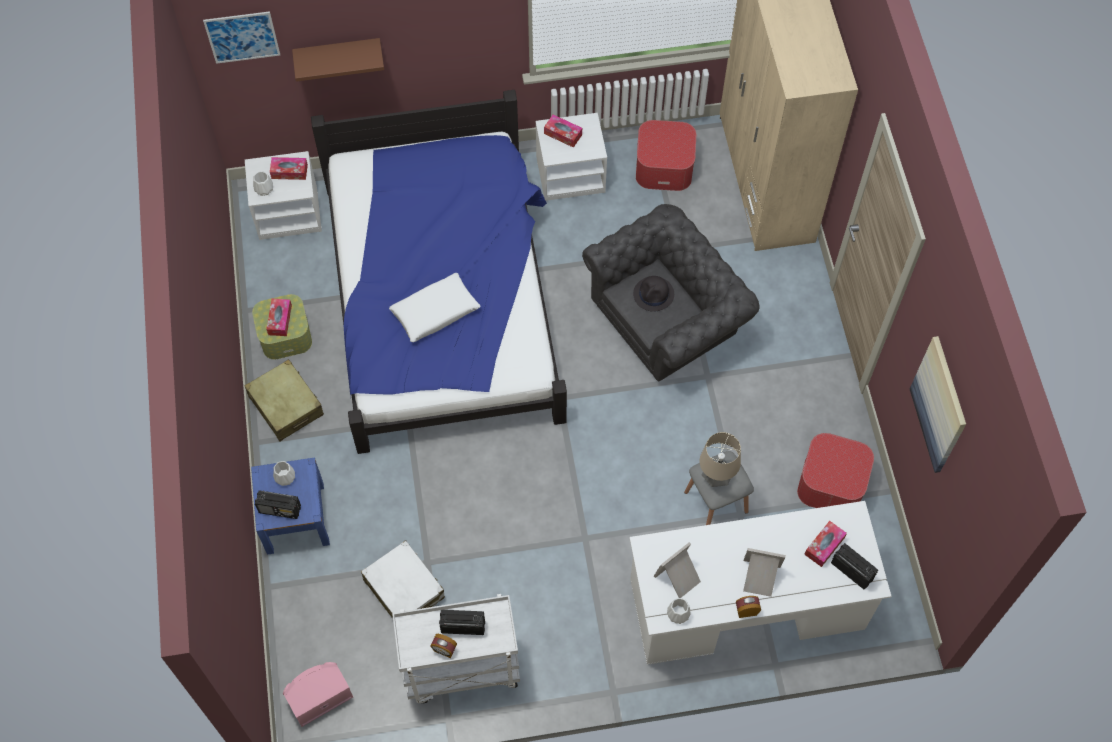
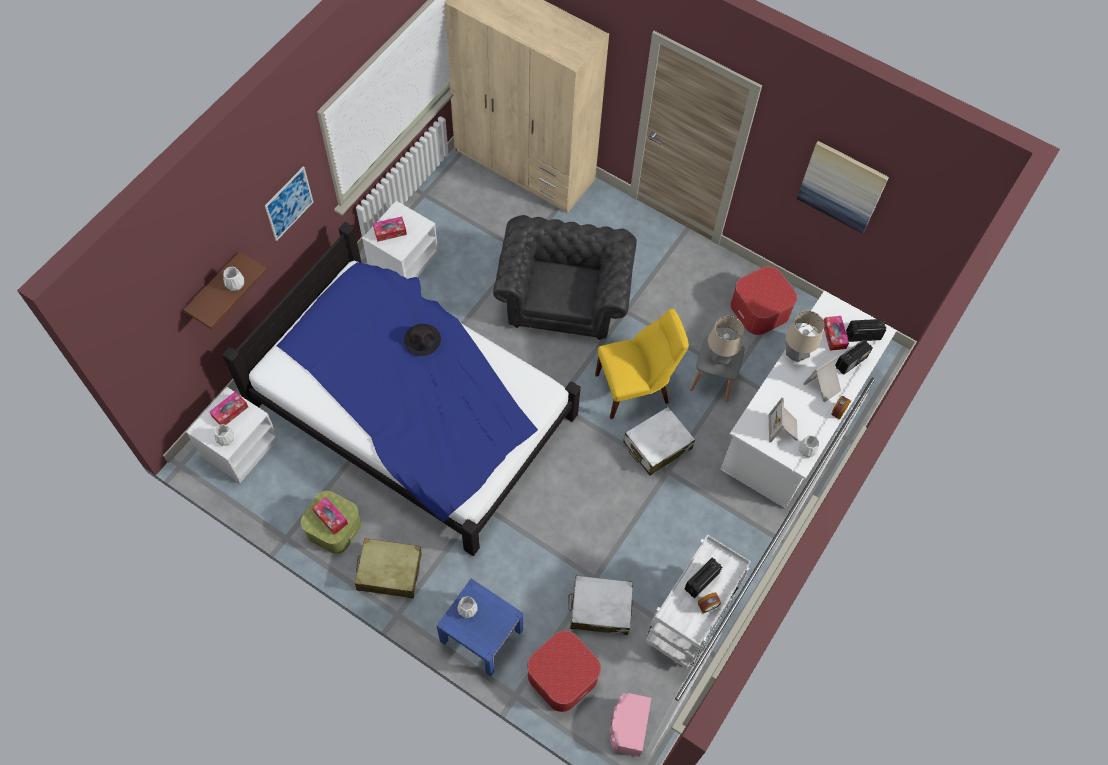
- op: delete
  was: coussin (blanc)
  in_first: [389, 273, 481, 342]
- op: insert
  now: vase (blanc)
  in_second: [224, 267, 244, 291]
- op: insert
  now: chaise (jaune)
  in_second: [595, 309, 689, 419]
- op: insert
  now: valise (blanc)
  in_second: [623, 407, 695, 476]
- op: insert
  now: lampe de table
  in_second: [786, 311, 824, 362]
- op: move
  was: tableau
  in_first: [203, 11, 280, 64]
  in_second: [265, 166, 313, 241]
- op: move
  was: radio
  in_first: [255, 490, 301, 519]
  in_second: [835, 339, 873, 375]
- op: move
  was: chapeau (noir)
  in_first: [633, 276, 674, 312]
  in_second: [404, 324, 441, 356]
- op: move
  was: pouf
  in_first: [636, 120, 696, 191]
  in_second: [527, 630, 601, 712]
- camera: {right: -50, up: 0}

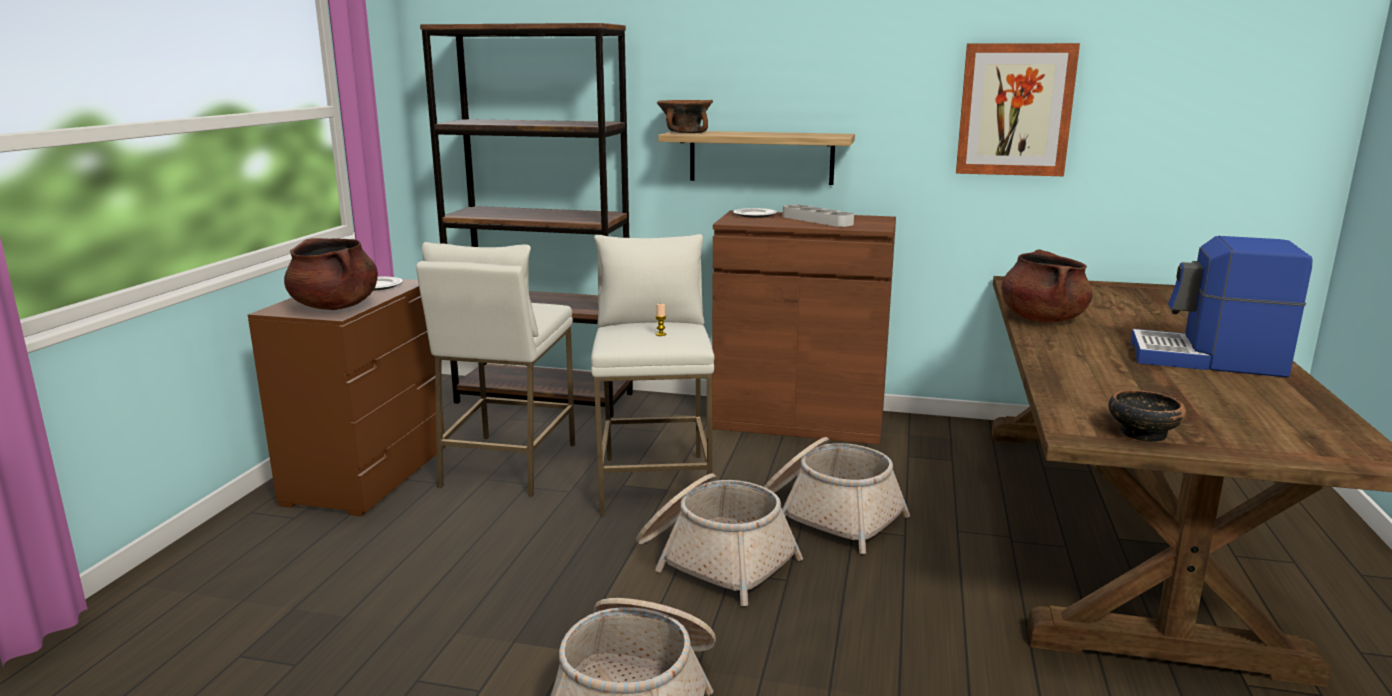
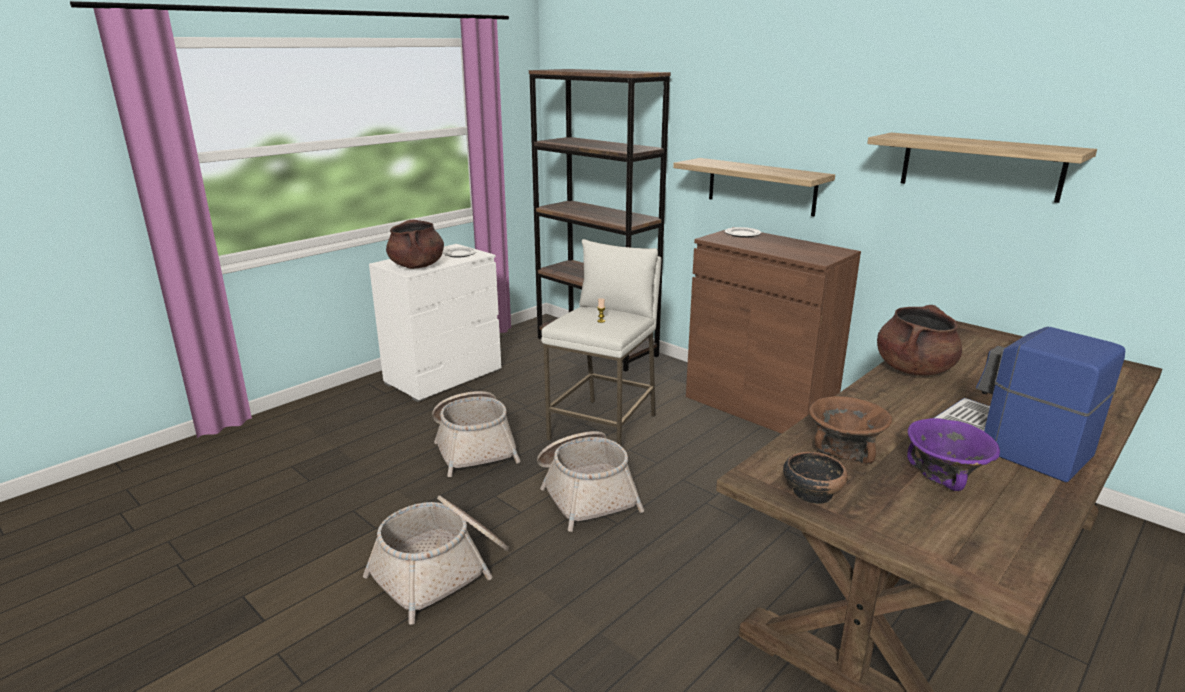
- op: delete
  was: tabouret (blanc)
  in_first: [416, 242, 575, 496]
- op: delete
  was: plateau (gris)
  in_first: [783, 204, 854, 227]
- op: insert
  now: bol (violet)
  in_second: [907, 418, 1000, 491]
- op: move
  was: bol (marron)
  in_first: [657, 100, 713, 133]
  in_second: [809, 396, 893, 464]
- op: move
  was: panier
  in_first: [764, 437, 910, 554]
  in_second: [432, 391, 521, 477]
- op: replace
  was: tableau
  now: étagère
  in_first: [956, 43, 1080, 176]
  in_second: [867, 133, 1097, 203]
- op: recolor
  was: commode (marron)
  now: commode (blanc)
  in_first: [248, 279, 446, 516]
  in_second: [369, 244, 501, 402]
- camera: {right: 30, up: 5}

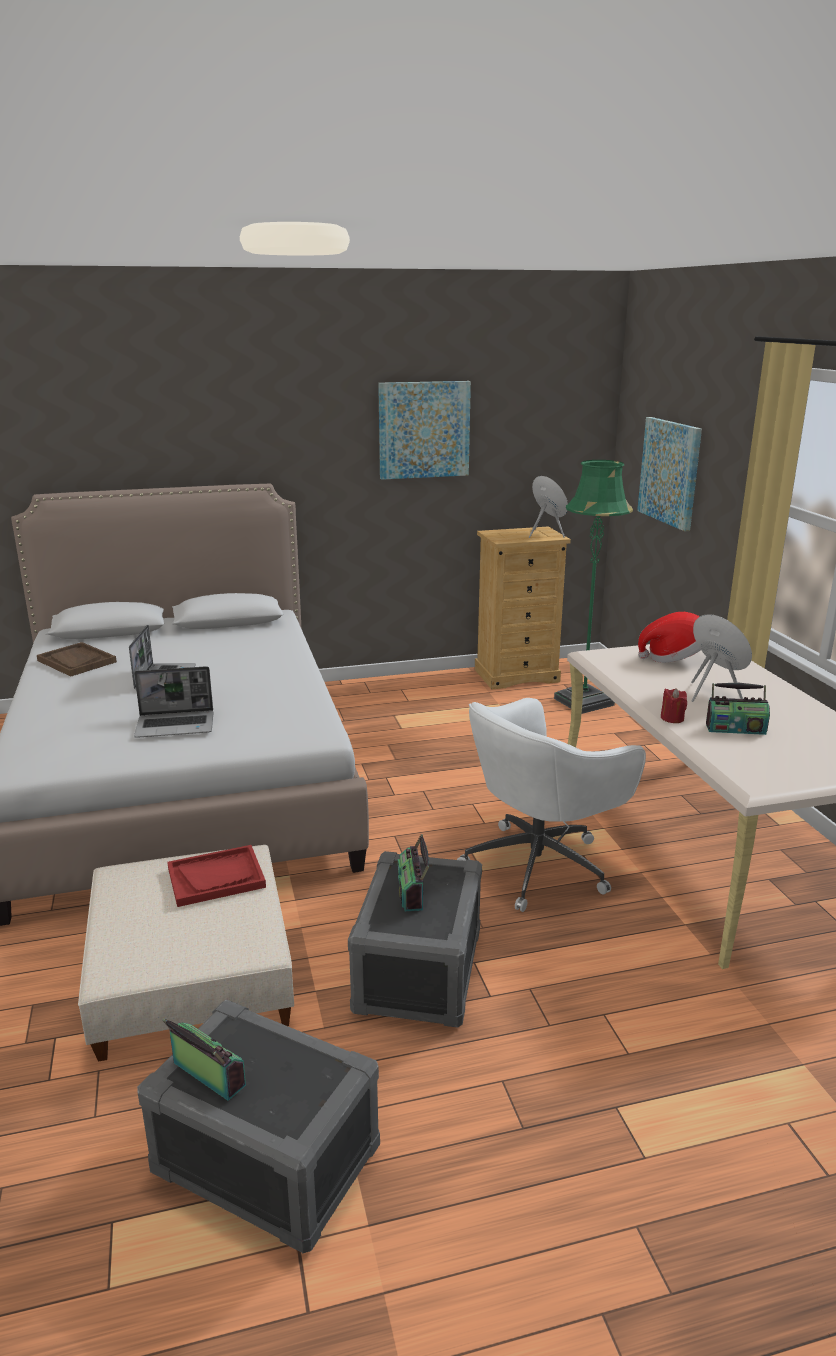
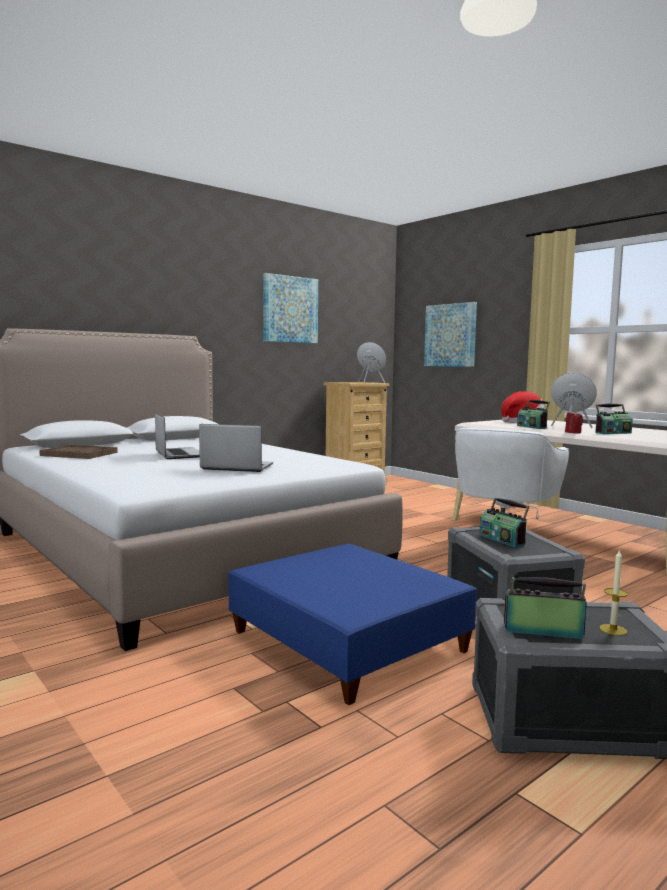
- op: delete
  was: plateau (rouge)
  in_first: [167, 845, 266, 907]
- op: delete
  was: lampadaire (vert)
  in_first: [554, 460, 633, 714]
- op: insert
  now: radio
  in_second: [517, 400, 550, 429]
- op: insert
  now: bougie
  in_second: [599, 549, 628, 636]
- op: recolor
  was: pouf (beige)
  now: pouf (bleu)
  in_first: [78, 845, 294, 1062]
  in_second: [228, 544, 477, 705]
- op: rotate
  was: ordinateur portable
  in_first: [134, 666, 213, 738]
  in_second: [199, 424, 273, 472]
  clockwise: -135
- camera: {right: -25, up: -15}

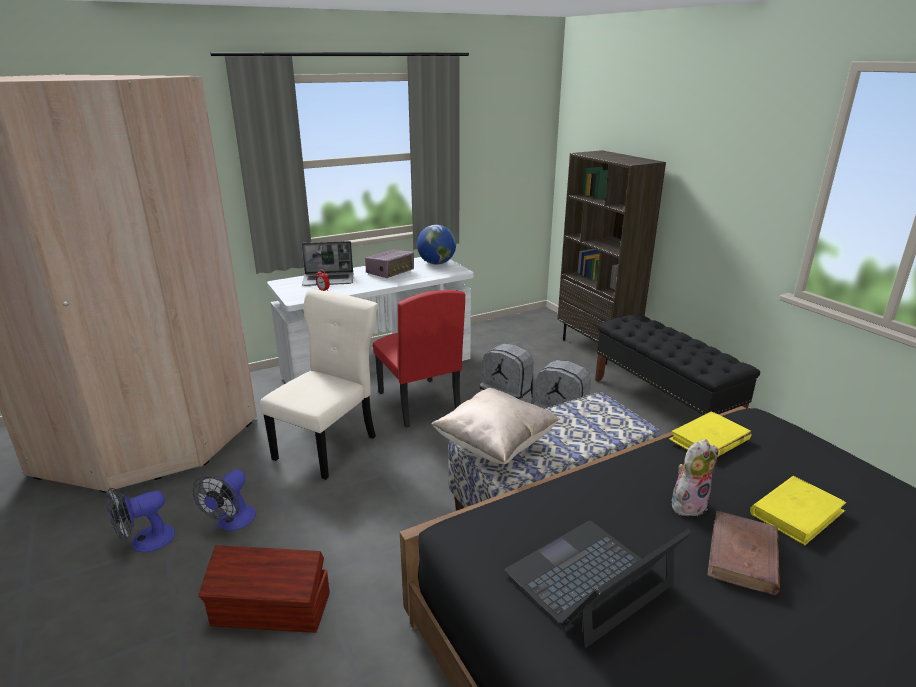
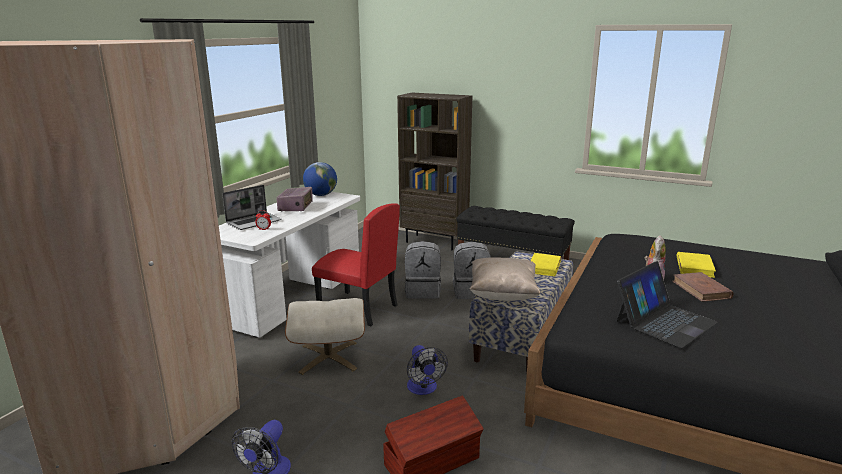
- op: move
  was: ventilateur
  in_first: [193, 469, 256, 531]
  in_second: [407, 345, 448, 395]
- op: move
  was: livre (jaune)
  in_first: [669, 411, 751, 456]
  in_second: [531, 253, 562, 276]
- op: replace
  was: chaise (beige)
  now: pouf (beige)
  in_first: [260, 289, 378, 480]
  in_second: [285, 298, 365, 375]
- op: rotate
  was: ordinateur portable
  in_first: [505, 521, 692, 648]
  in_second: [616, 261, 718, 348]
  clockwise: -150
- camera: {right: -35, up: -5}

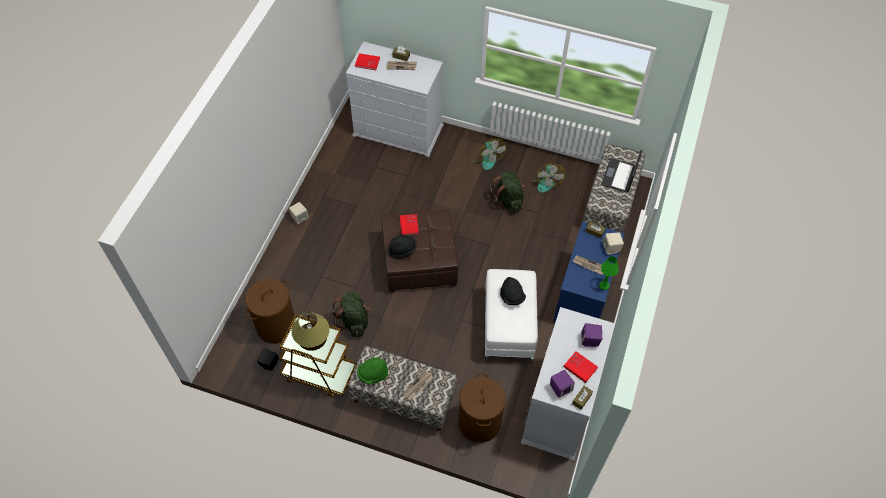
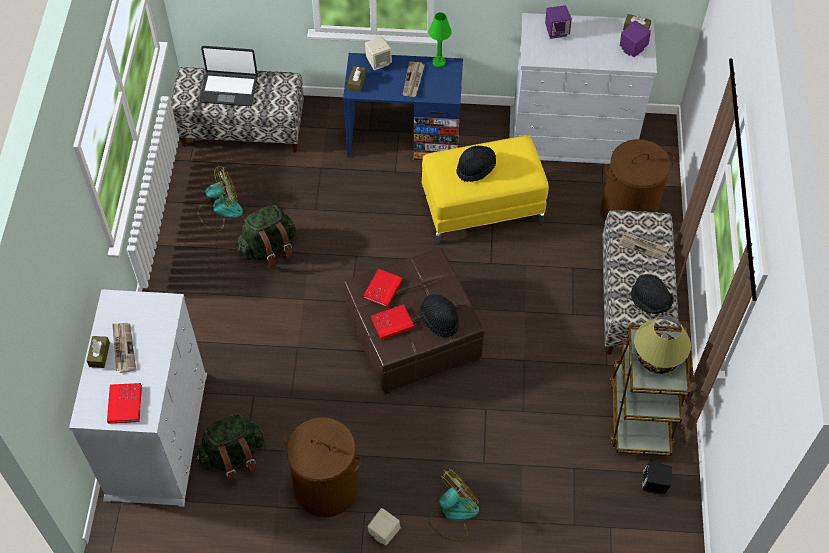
- op: move
  was: panier à linge (marron)
  in_first: [245, 279, 295, 344]
  in_second: [283, 417, 361, 517]
- op: move
  was: sac à dos (vert)
  in_first: [332, 292, 371, 337]
  in_second: [196, 415, 265, 481]
- op: move
  was: ventilateur
  in_first: [470, 138, 506, 170]
  in_second: [429, 469, 479, 542]
- op: move
  was: livre (rouge)
  in_first: [564, 351, 598, 383]
  in_second: [363, 269, 402, 308]
- op: recolor
  was: chapeau (vert)
  now: chapeau (noir)
  in_first: [357, 358, 388, 384]
  in_second: [631, 274, 674, 314]
- op: recolor
  was: pouf (blanc)
  now: pouf (jaune)
  in_first: [485, 269, 538, 364]
  in_second: [421, 136, 549, 244]
- camera: {right: -105, up: 0}

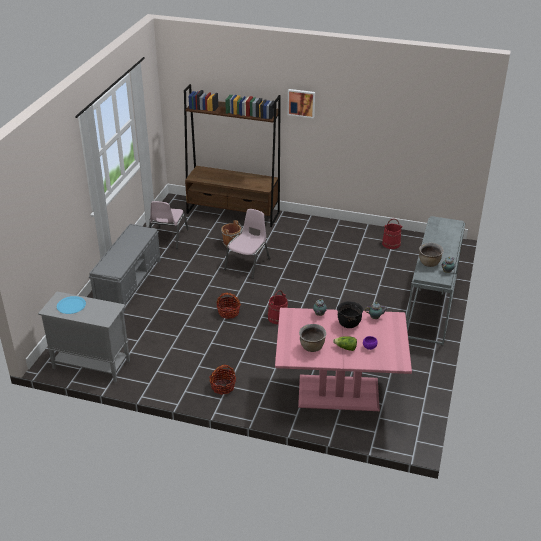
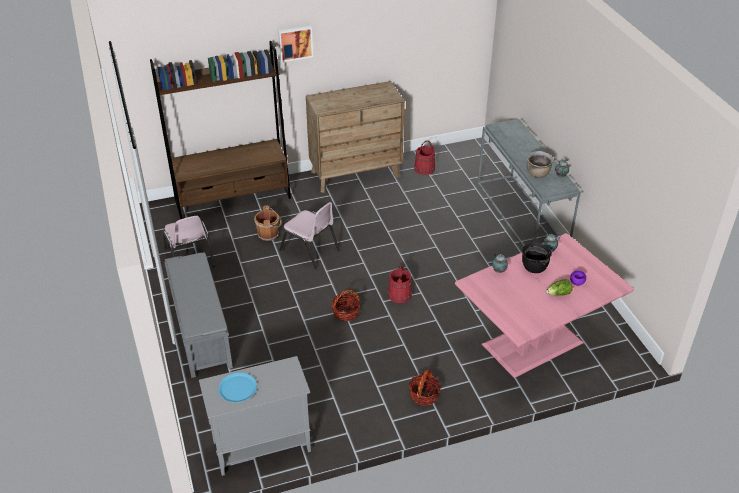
- op: delete
  was: marmite (marron)
  in_first: [299, 324, 326, 352]
- op: insert
  now: commode (marron)
  in_second: [306, 81, 405, 193]
- op: rotate
  was: chaise (rose)
  in_first: [224, 209, 270, 279]
  in_second: [279, 202, 340, 269]
  clockwise: 135
- camera: {right: -35, up: 5}

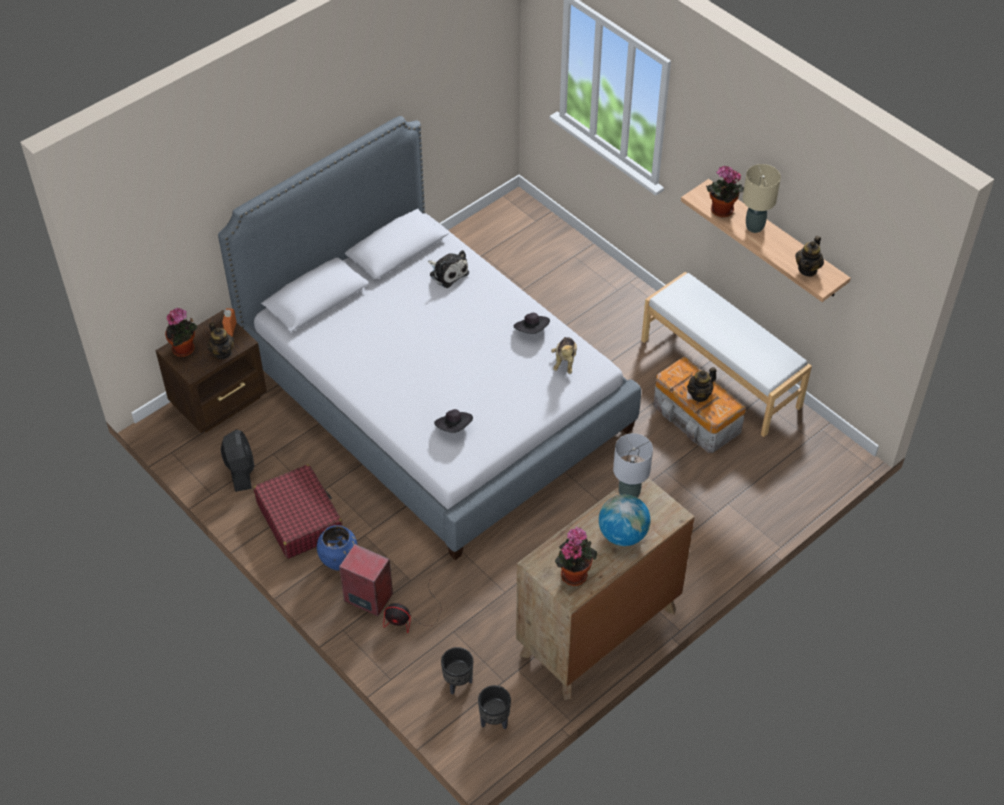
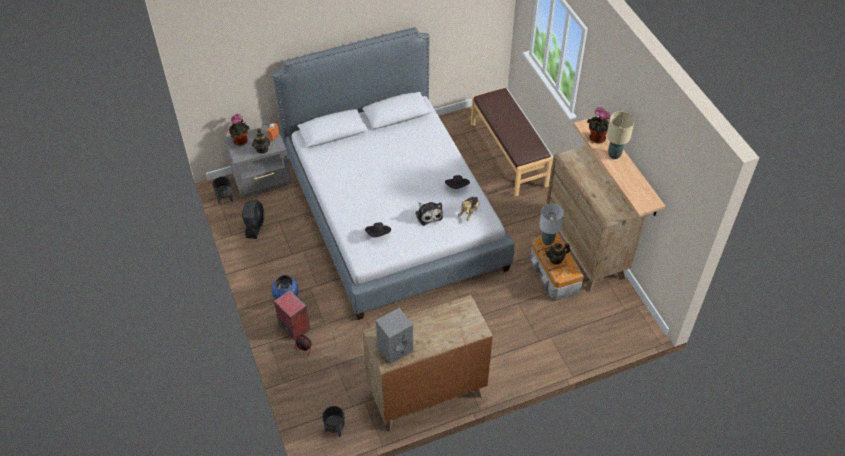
- op: delete
  was: valise (rouge)
  in_first: [254, 464, 343, 559]
- op: delete
  was: globe
  in_first: [599, 494, 650, 546]
- op: delete
  was: théière
  in_first: [795, 236, 824, 276]
- op: insert
  now: banc (marron)
  in_second: [471, 87, 553, 197]
- op: move
  was: peluche
  in_first: [428, 250, 469, 288]
  in_second: [415, 202, 443, 226]
- op: move
  was: cache-pot (noir)
  in_first: [441, 647, 473, 694]
  in_second: [212, 176, 233, 204]
- op: move
  was: lampe de table (gris)
  in_first: [613, 433, 653, 498]
  in_second: [539, 204, 564, 245]
- op: replace
  was: plante en pot
  now: enceinte (gris)
  in_first: [555, 527, 597, 586]
  in_second: [376, 308, 413, 365]
- op: replace
  was: banc (blanc)
  now: commode (marron)
  in_first: [641, 272, 812, 437]
  in_second: [546, 145, 646, 292]
- op: recolor
  was: table de chevet (marron)
  now: table de chevet (gris)
  in_first: [156, 310, 267, 433]
  in_second: [224, 125, 291, 197]
- camera: {right: 20, up: 0}

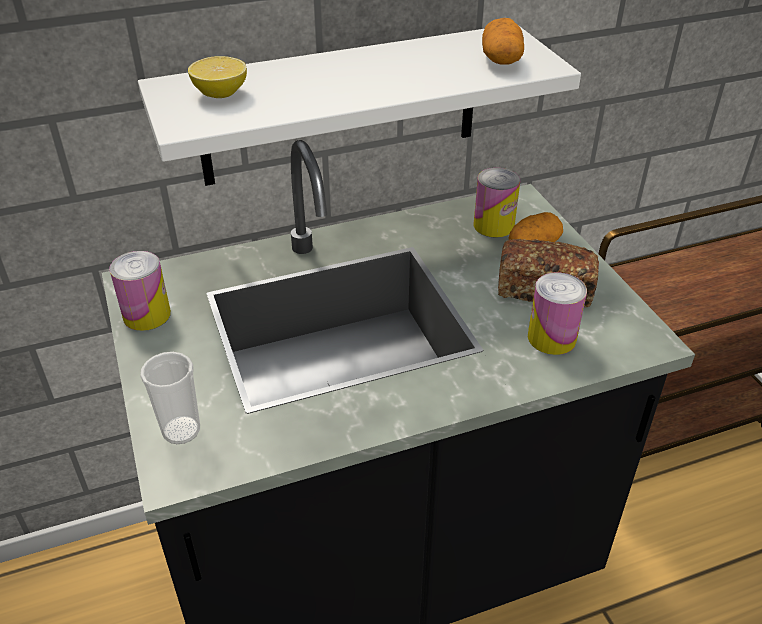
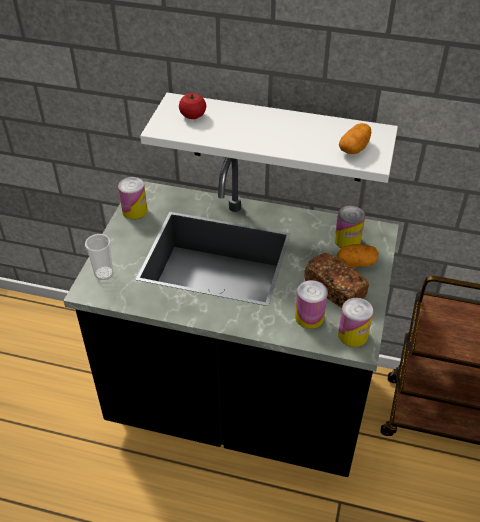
- op: insert
  now: boîte métallique
  in_second: [338, 298, 373, 347]
- op: replace
  was: citron
  now: tomate
  in_first: [188, 56, 247, 98]
  in_second: [179, 93, 206, 119]
- camera: {right: 35, up: 5}

